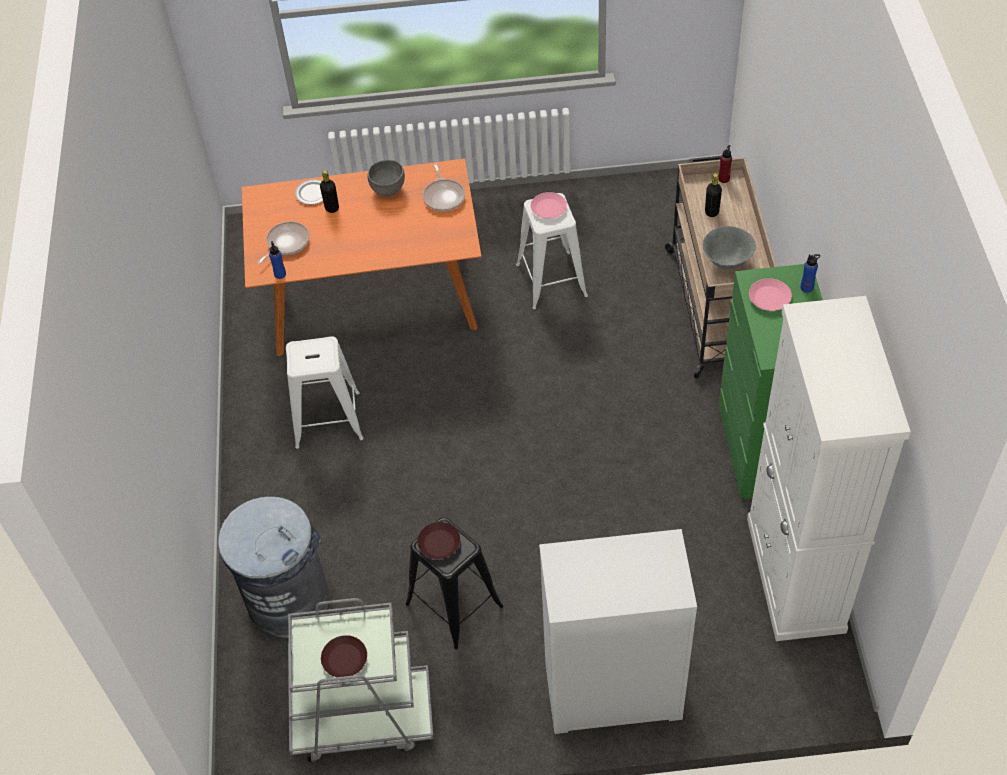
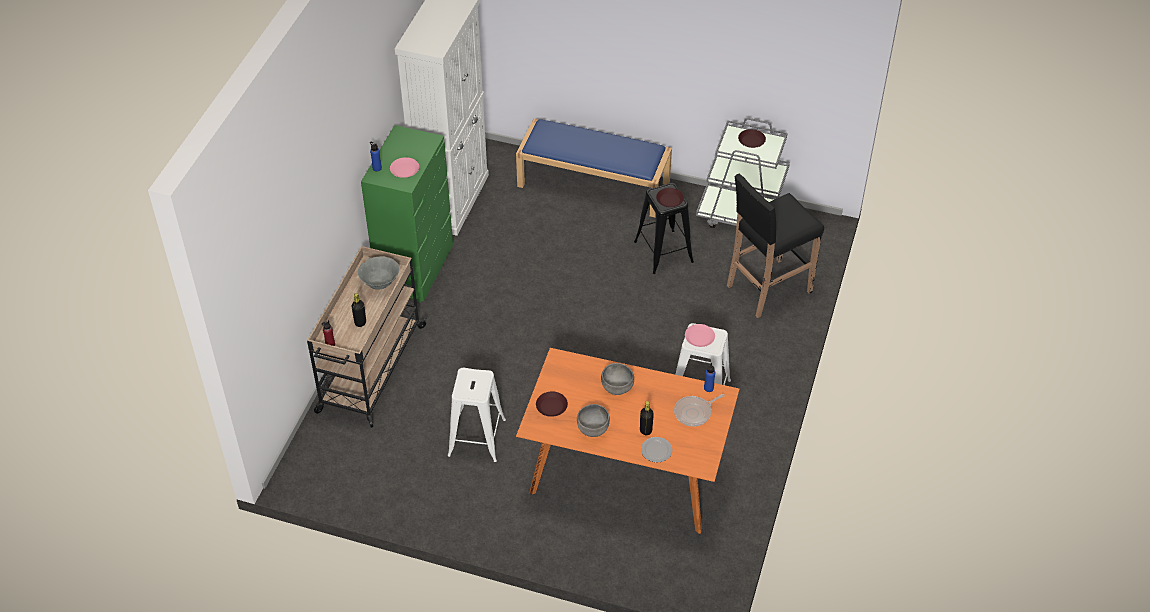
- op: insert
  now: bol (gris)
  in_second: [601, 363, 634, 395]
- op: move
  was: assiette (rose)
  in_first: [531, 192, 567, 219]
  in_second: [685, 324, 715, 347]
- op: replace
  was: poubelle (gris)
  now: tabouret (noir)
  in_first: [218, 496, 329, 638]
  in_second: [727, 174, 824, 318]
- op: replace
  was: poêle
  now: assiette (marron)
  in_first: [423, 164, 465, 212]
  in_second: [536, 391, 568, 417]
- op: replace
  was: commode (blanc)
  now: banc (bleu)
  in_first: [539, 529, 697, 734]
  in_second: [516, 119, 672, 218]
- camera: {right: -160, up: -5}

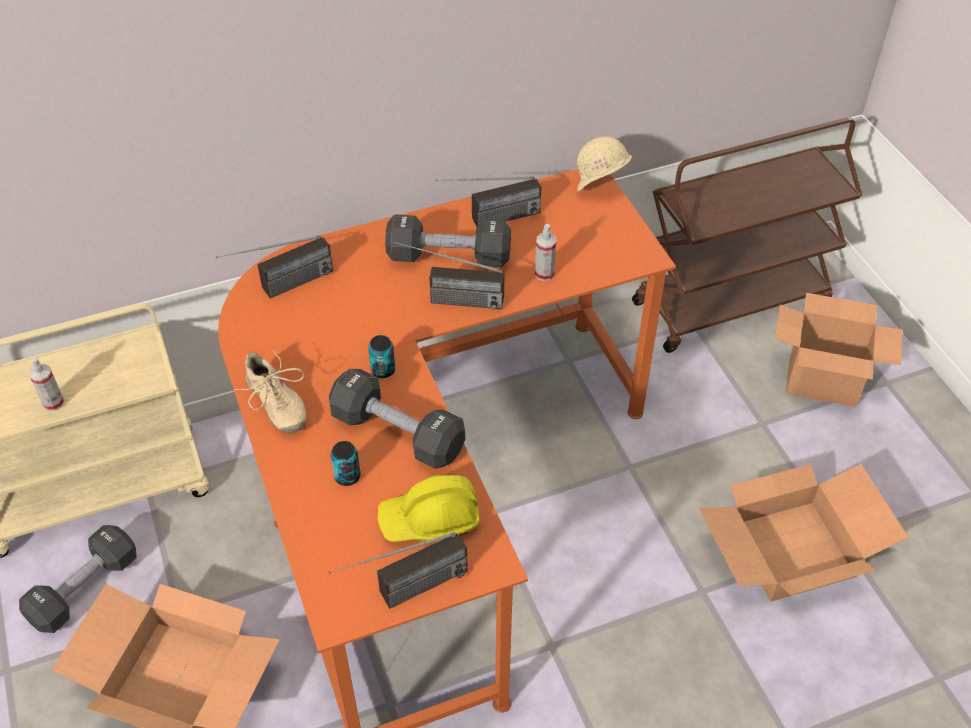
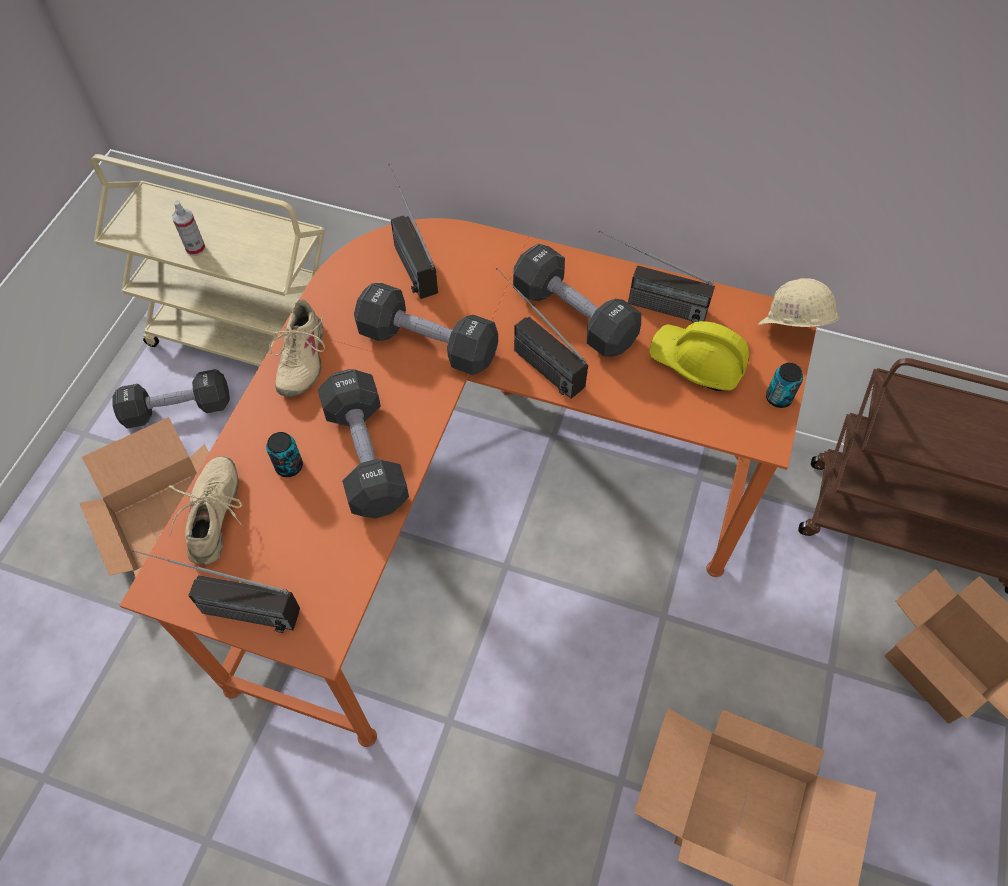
- op: delete
  was: vaporisateur
  in_first: [535, 224, 556, 281]
- op: insert
  now: chaussure (beige)
  in_second: [168, 456, 242, 565]
- op: insert
  now: haltère (noir)
  in_second: [354, 283, 498, 375]
- op: move
  was: boîte métallique
  in_first: [368, 335, 395, 378]
  in_second: [766, 363, 803, 408]
- op: move
  was: casque de chantier (jaune)
  in_first: [378, 475, 480, 542]
  in_second: [649, 321, 749, 391]
- op: rotate
  was: radio
  in_first: [216, 235, 333, 299]
  in_second: [388, 163, 438, 299]
  clockwise: 60
- camera: {right: 40, up: 10}

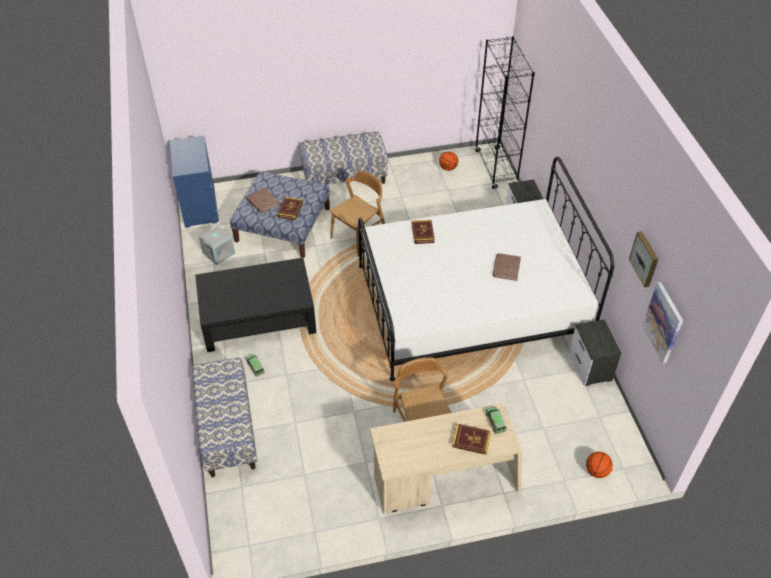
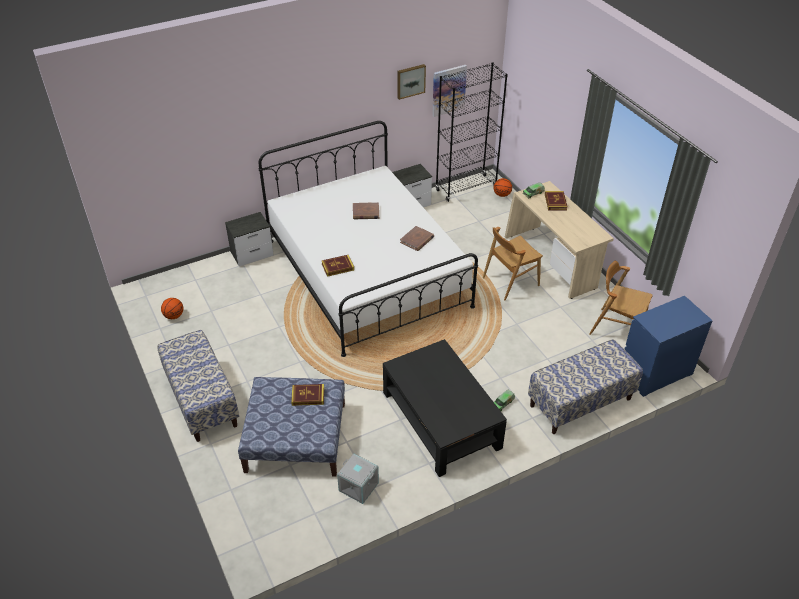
- op: move
  was: commode (bleu)
  in_first: [169, 136, 219, 228]
  in_second: [624, 296, 713, 397]
- op: move
  was: livre (marron)
  in_first: [247, 188, 279, 213]
  in_second: [400, 226, 434, 251]
- op: move
  was: chaise (marron)
  in_first: [330, 170, 385, 257]
  in_second: [589, 261, 653, 335]
- op: move
  was: bibliothèque (noir)
  in_first: [475, 36, 535, 189]
  in_second: [435, 62, 508, 202]
- camera: {right: -105, up: -5}

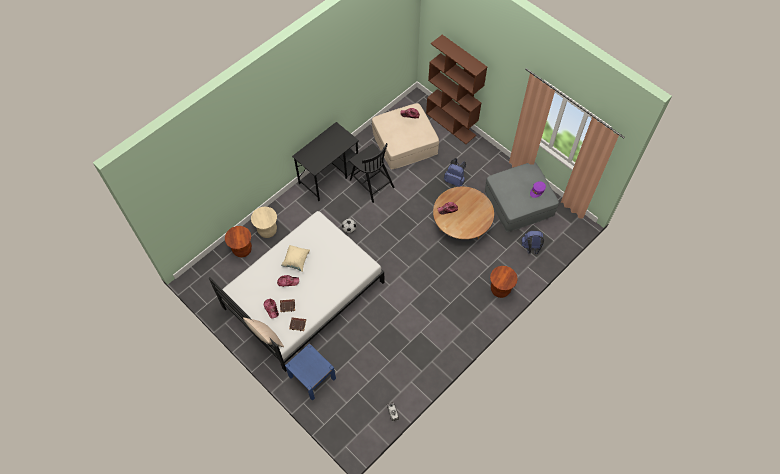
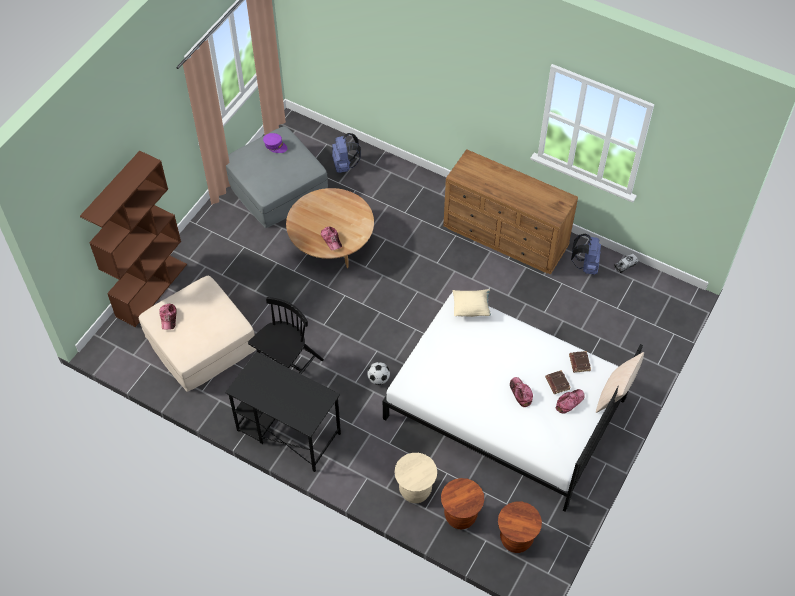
- op: delete
  was: table de chevet (bleu)
  in_first: [285, 343, 336, 401]
- op: insert
  now: commode (marron)
  in_second: [443, 149, 578, 274]
- op: move
  was: coussin (beige)
  in_first: [281, 245, 310, 272]
  in_second: [452, 289, 491, 317]
- op: move
  was: sac à dos (bleu)
  in_first: [444, 158, 466, 187]
  in_second: [571, 234, 601, 275]
- op: move
  was: tabouret (marron)
  in_first: [490, 266, 518, 298]
  in_second: [498, 502, 542, 553]
- camera: {right: -105, up: -5}

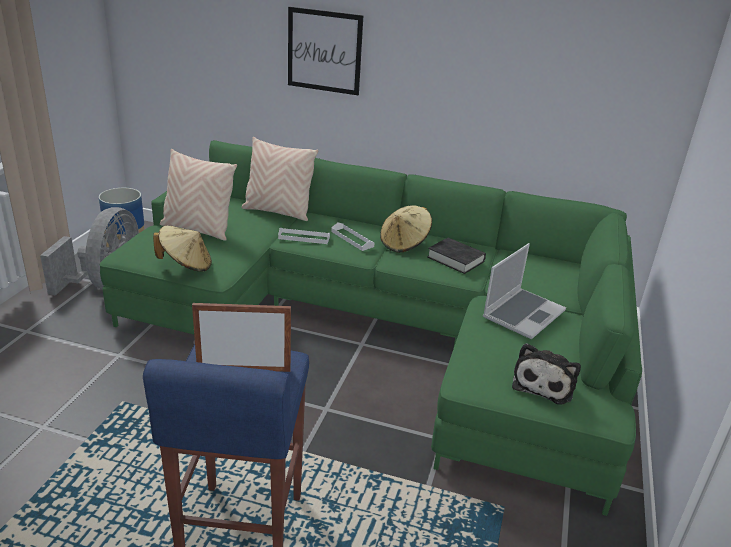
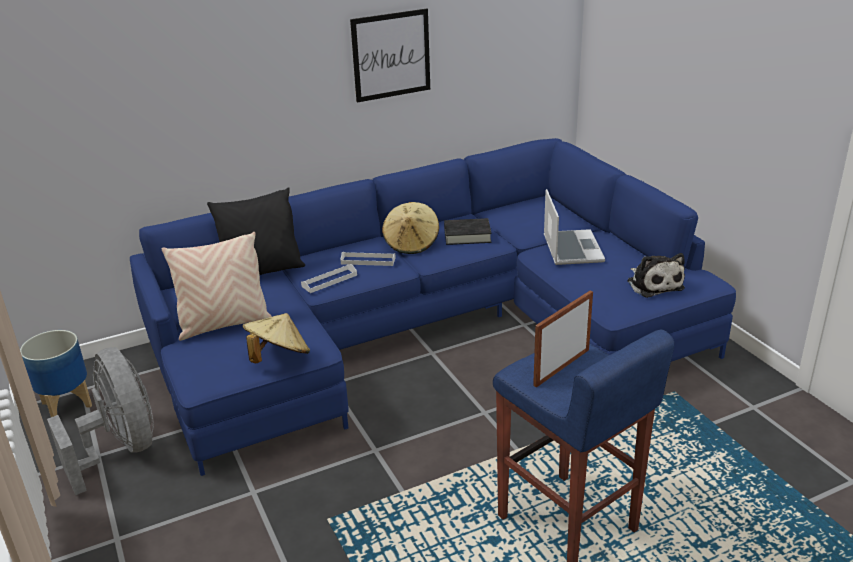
- op: move
  was: tableau
  in_first: [288, 7, 363, 95]
  in_second: [350, 9, 430, 103]
- op: recolor
  was: canapé (vert)
  now: canapé (bleu)
  in_first: [100, 140, 642, 516]
  in_second: [130, 138, 736, 476]
- op: recolor
  was: coussin (beige)
  now: coussin (noir)
  in_first: [242, 137, 318, 221]
  in_second: [207, 187, 305, 275]
- camera: {right: -40, up: 0}

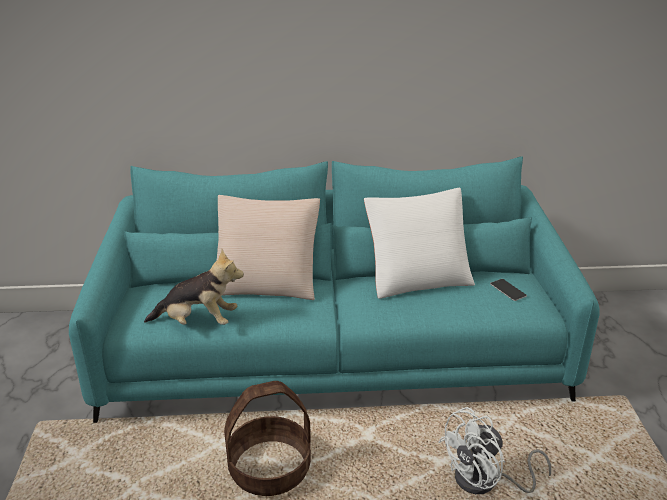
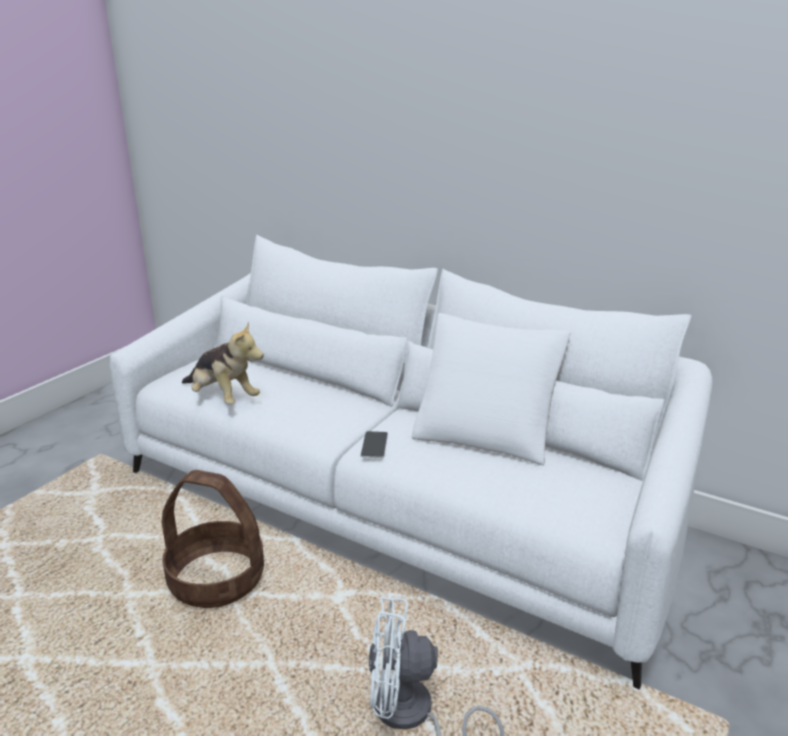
- op: delete
  was: coussin (beige)
  in_first: [217, 195, 320, 300]
- op: move
  was: téléphone
  in_first: [490, 279, 527, 301]
  in_second: [361, 431, 388, 458]
- op: recolor
  was: canapé (turquoise)
  now: canapé (blanc)
  in_first: [69, 157, 600, 423]
  in_second: [110, 235, 713, 690]
- camera: {right: 35, up: -5}

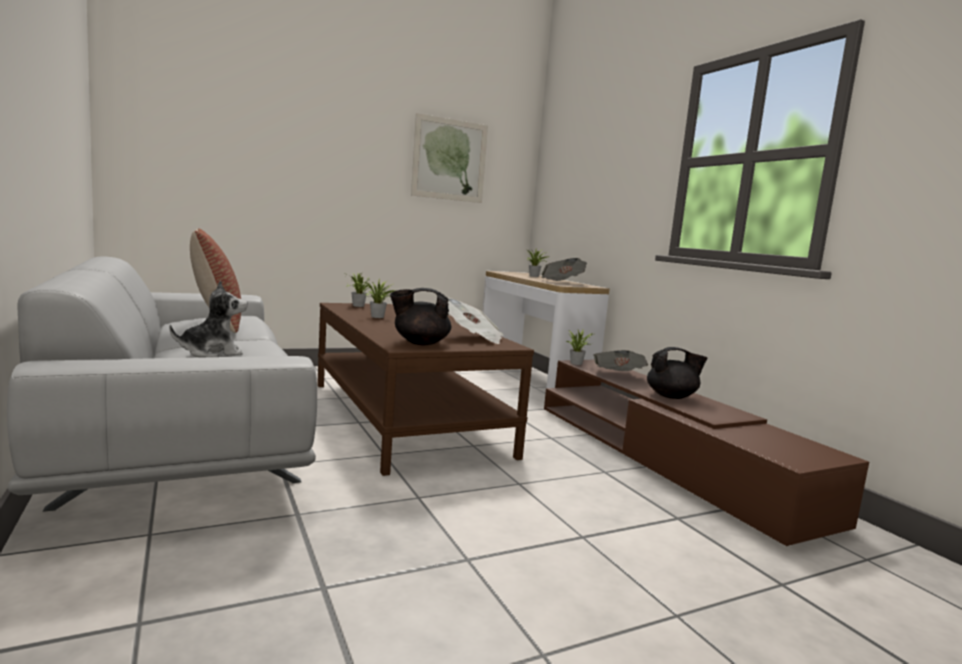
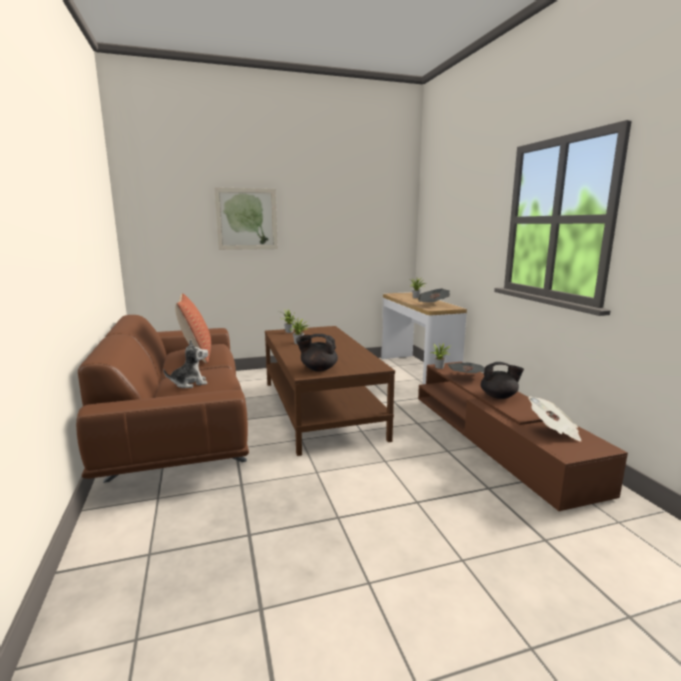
- op: move
  was: tableau
  in_first: [411, 113, 488, 203]
  in_second: [214, 187, 278, 250]
- op: move
  was: journal
  in_first: [448, 298, 504, 344]
  in_second: [528, 396, 581, 441]
- op: recolor
  was: canapé (gris)
  now: canapé (marron)
  in_first: [7, 257, 317, 512]
  in_second: [76, 315, 249, 483]
- camera: {right: 10, up: 5}

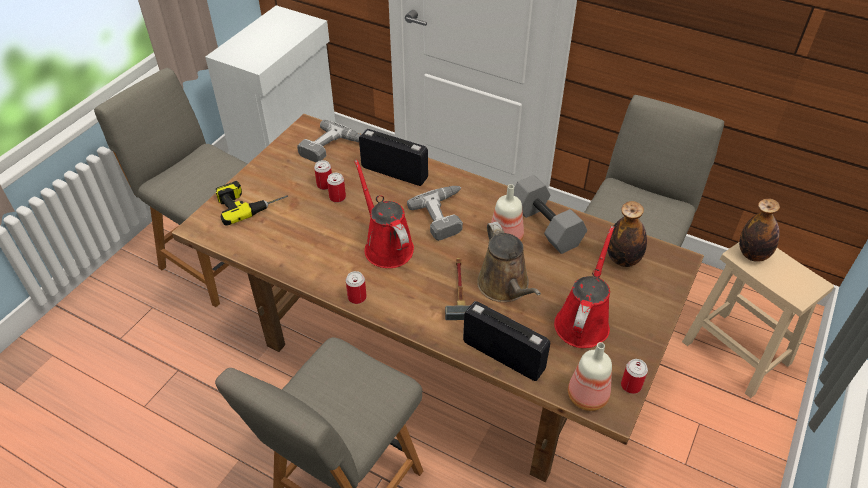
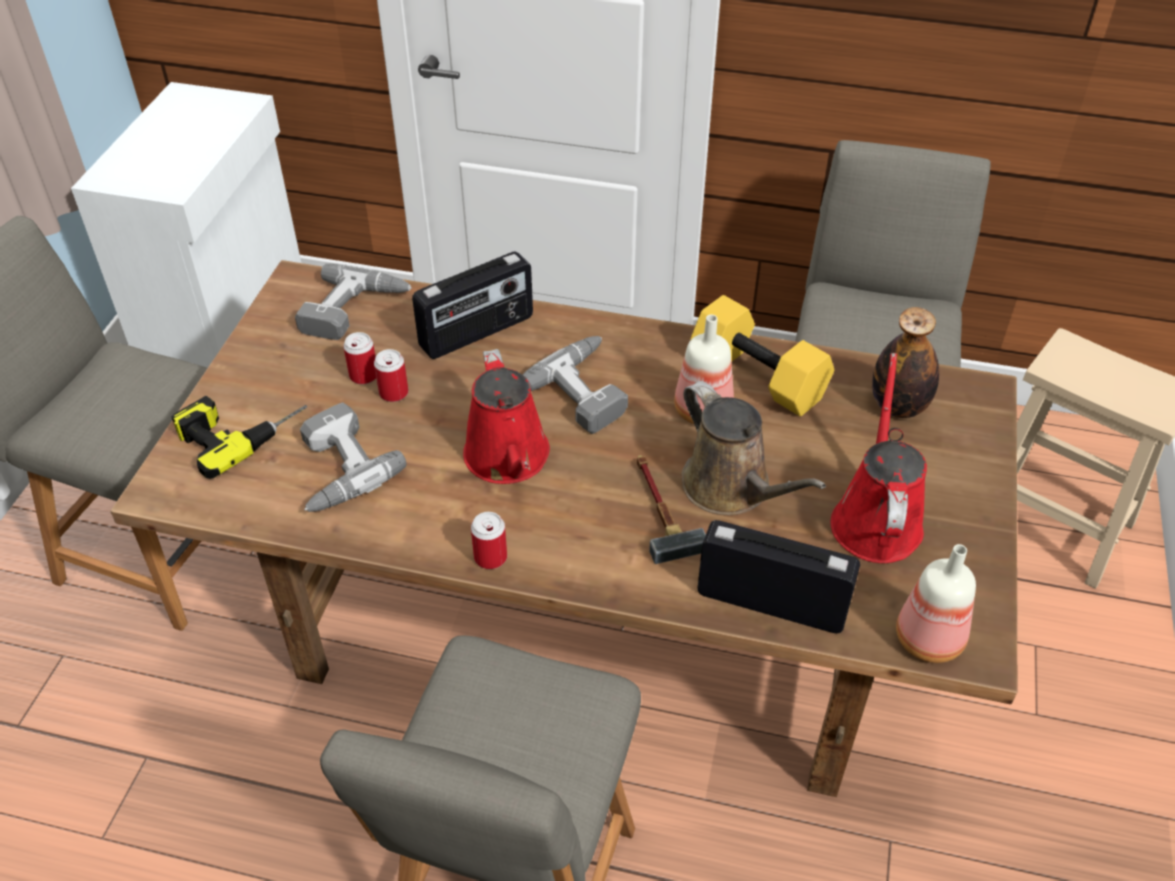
- op: delete
  was: boîte métallique
  in_first: [621, 359, 648, 394]
- op: delete
  was: bouteille
  in_first: [739, 199, 780, 262]
- op: insert
  now: perceuse
  in_second: [300, 403, 407, 512]
- op: recolor
  was: haltère (gris)
  now: haltère (jaune)
  in_first: [514, 175, 587, 254]
  in_second: [690, 295, 834, 416]
- op: rotate
  was: arrosoir (rouge)
  in_first: [354, 160, 414, 268]
  in_second: [463, 349, 550, 484]
  clockwise: -150
- op: rotate
  was: radio
  in_first: [359, 129, 428, 186]
  in_second: [412, 251, 533, 359]
  clockwise: 135
- camera: {right: -15, up: 0}

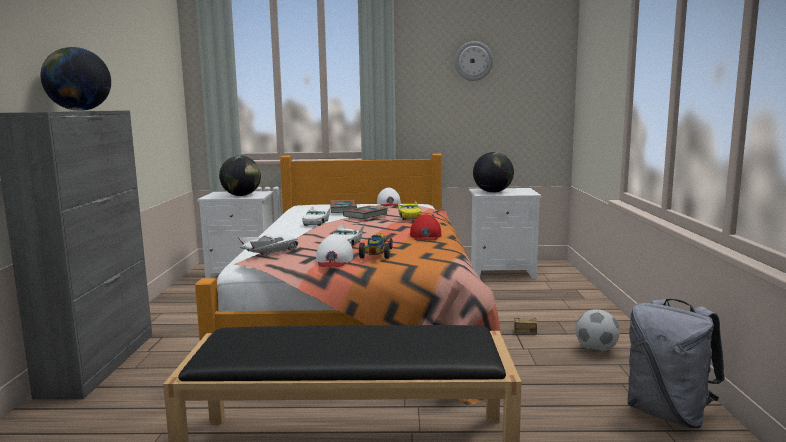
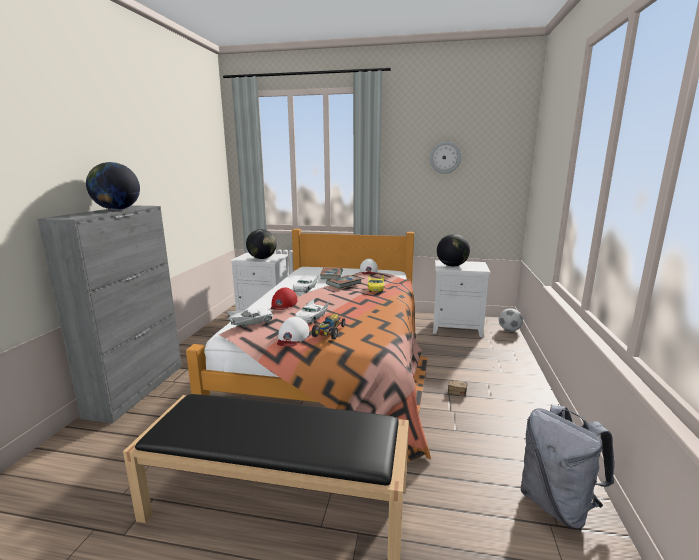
- op: move
  was: casquette (rouge)
  in_first: [410, 214, 441, 240]
  in_second: [270, 287, 297, 310]
- op: move
  was: ballon de foot
  in_first: [575, 309, 620, 352]
  in_second: [499, 308, 523, 331]
- camera: {right: 10, up: 5}

